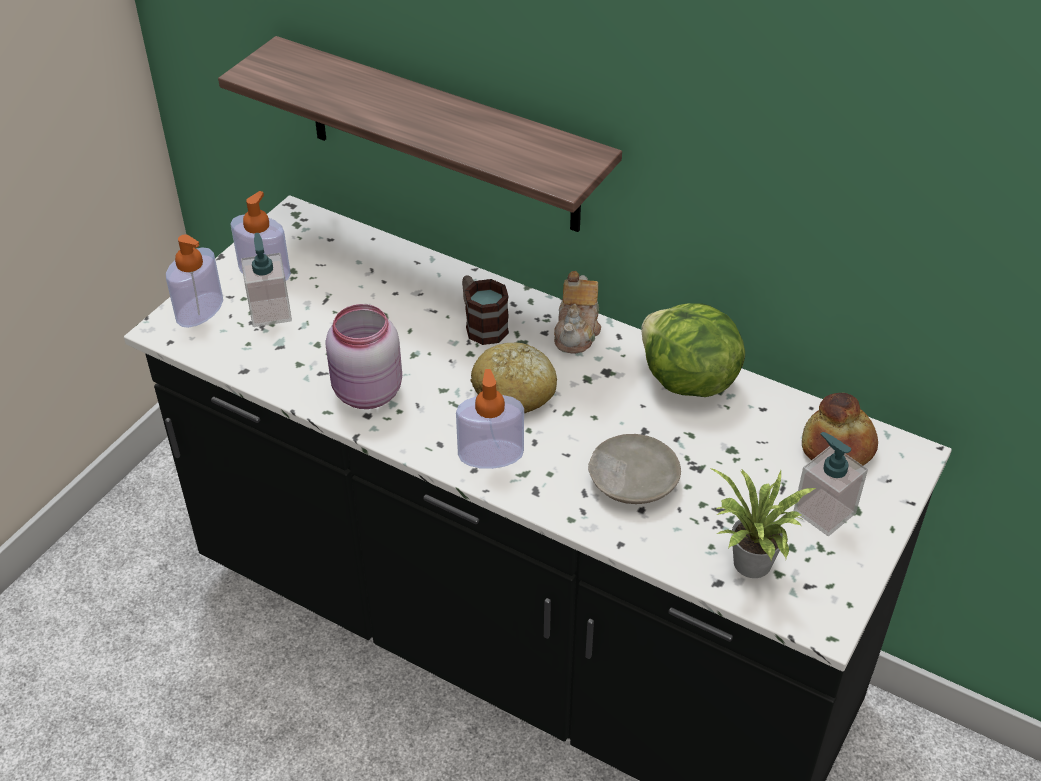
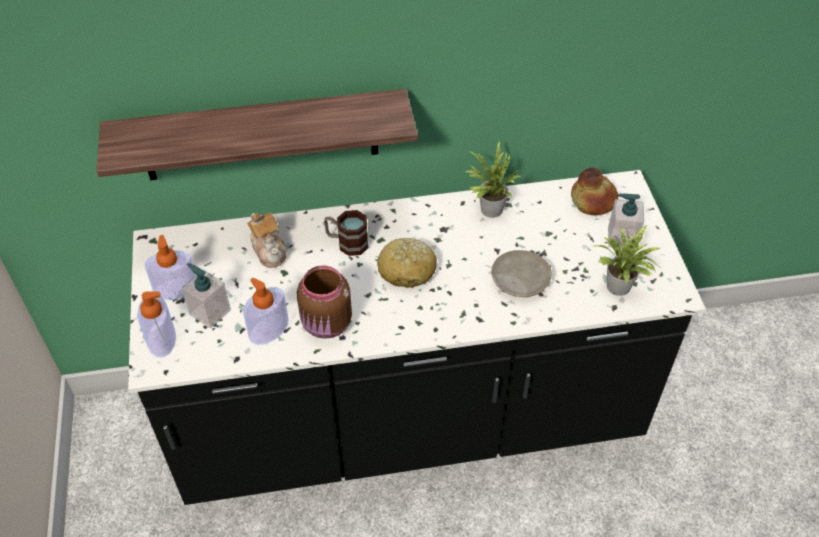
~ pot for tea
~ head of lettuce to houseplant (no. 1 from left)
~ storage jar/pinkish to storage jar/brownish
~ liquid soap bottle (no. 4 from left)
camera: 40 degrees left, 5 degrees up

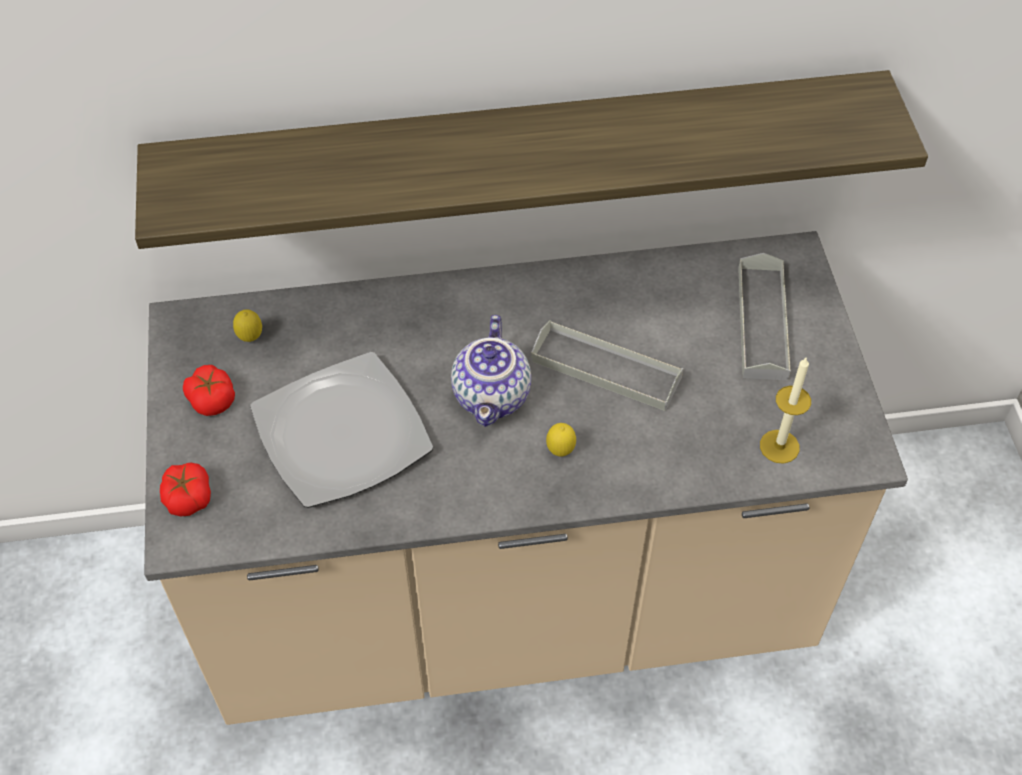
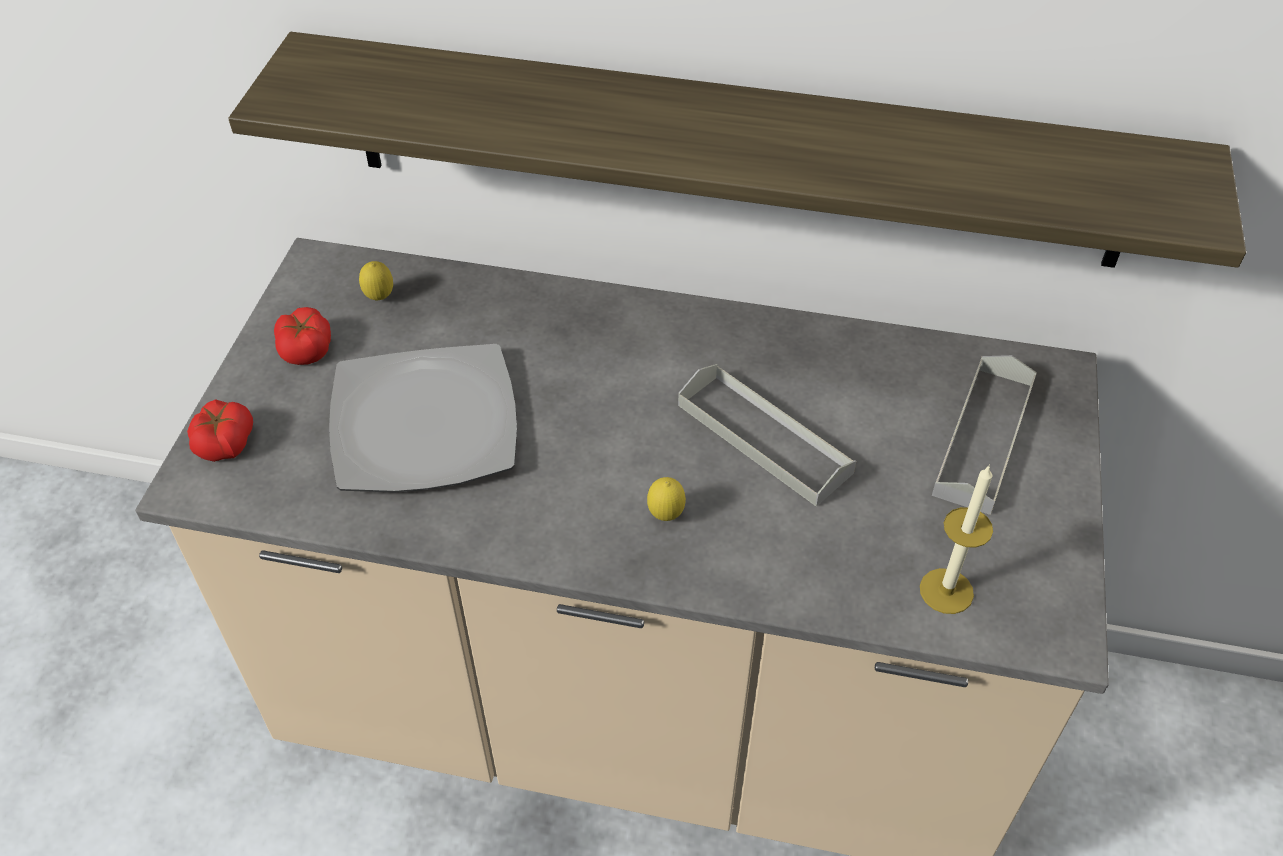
- pot for tea
camera: 20 degrees right, 5 degrees down

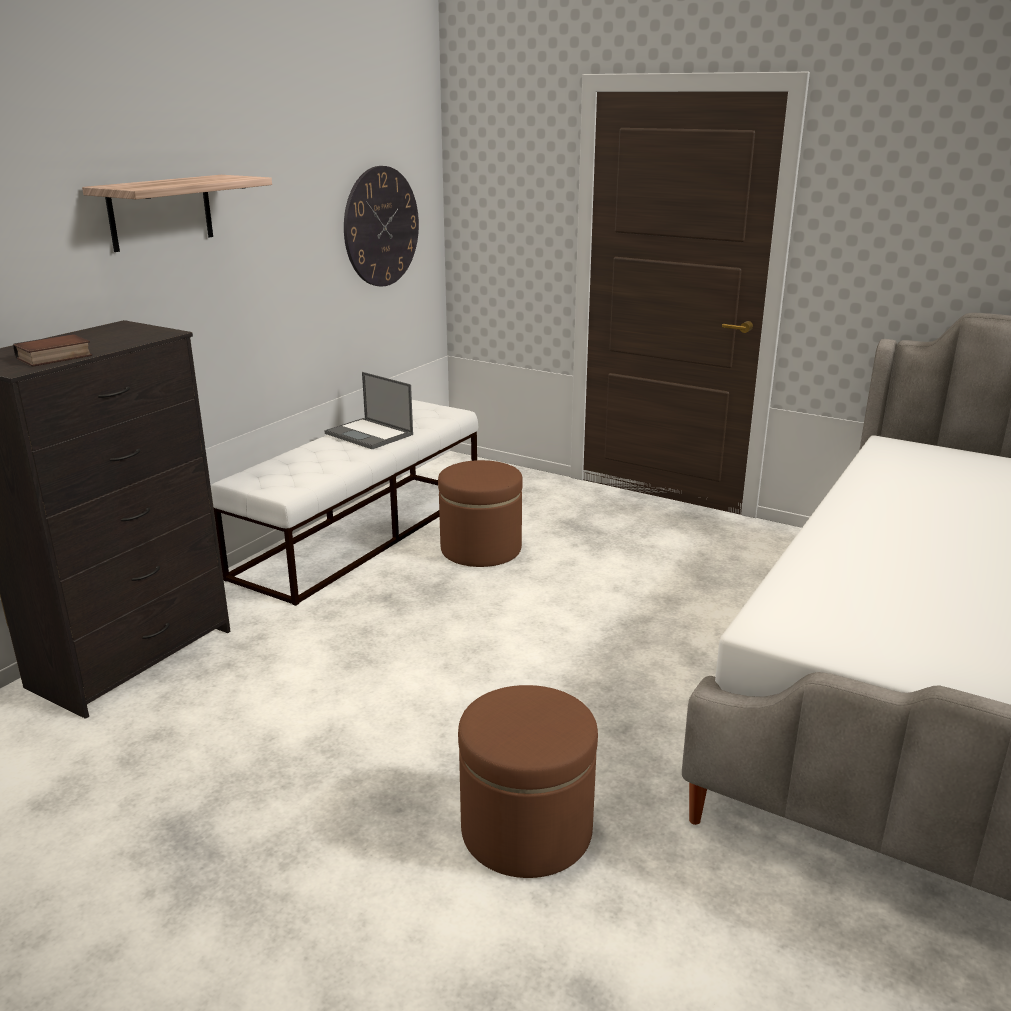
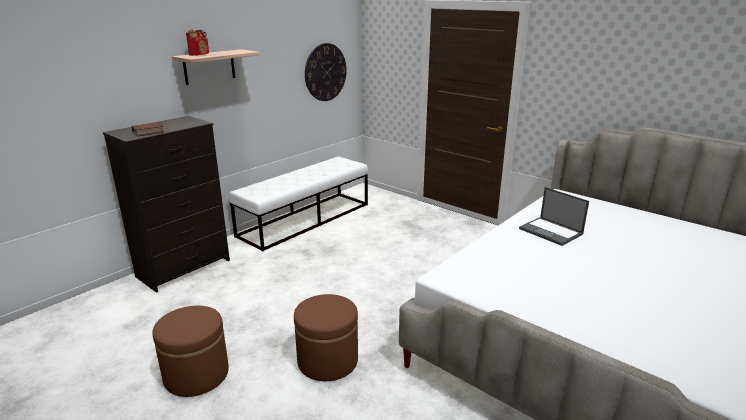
~ portable computer
~ pouffe/brownish (no. 1 from left)
+ radio receiver
camera: 10 degrees right, 0 degrees up

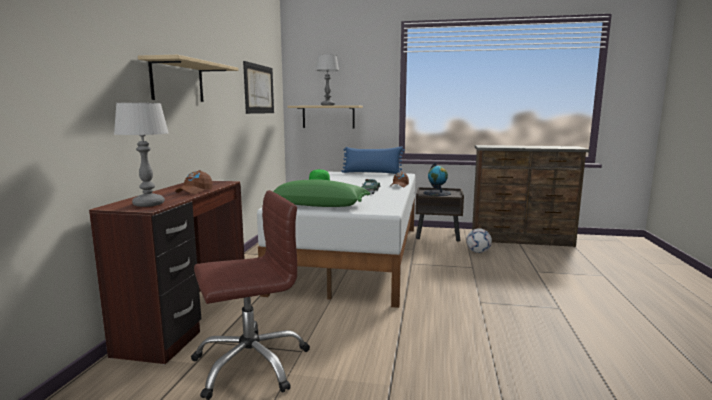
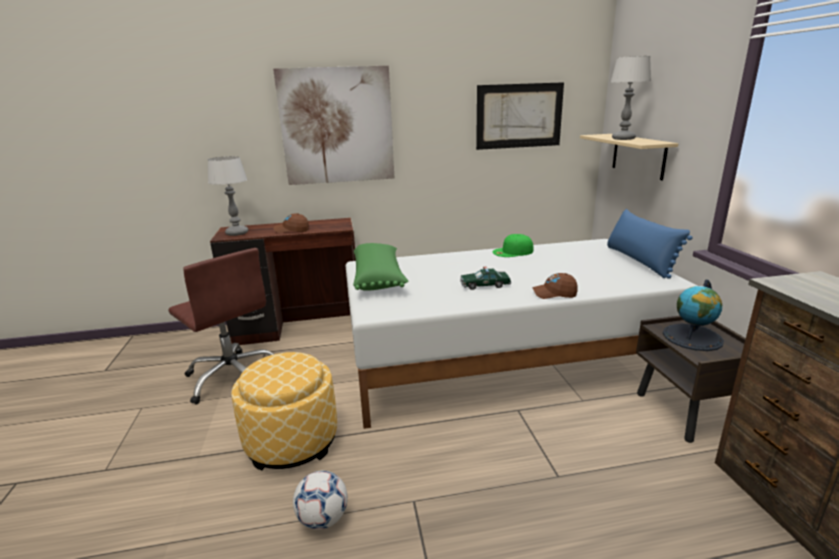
~ shelf/beige-coloured (no. 1 from left) to wall art (no. 1 from left)
~ football ball
+ pouffe
camera: 70 degrees right, 10 degrees up

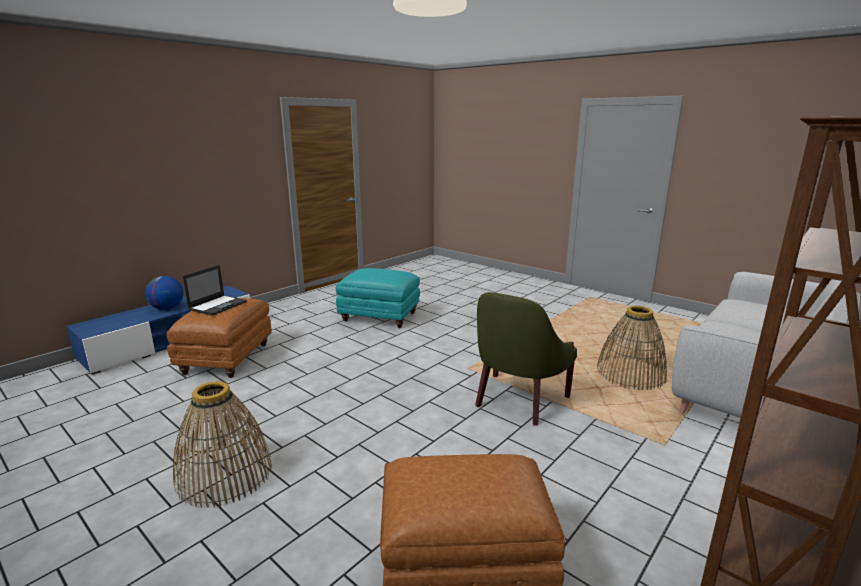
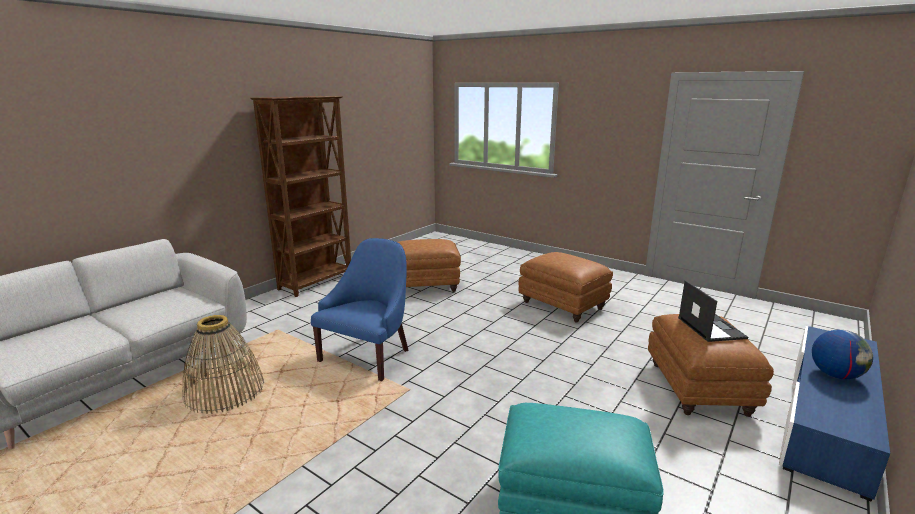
~ portable computer 150 degrees clockwise
~ lounge chair/green to lounge chair/blue
~ household basket (no. 1 from left) to pouffe/brownish (no. 2 from left)
camera: 175 degrees right, 0 degrees up

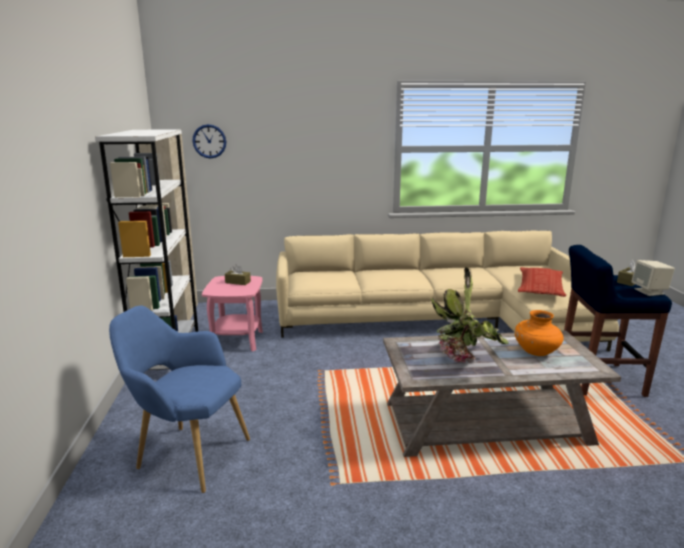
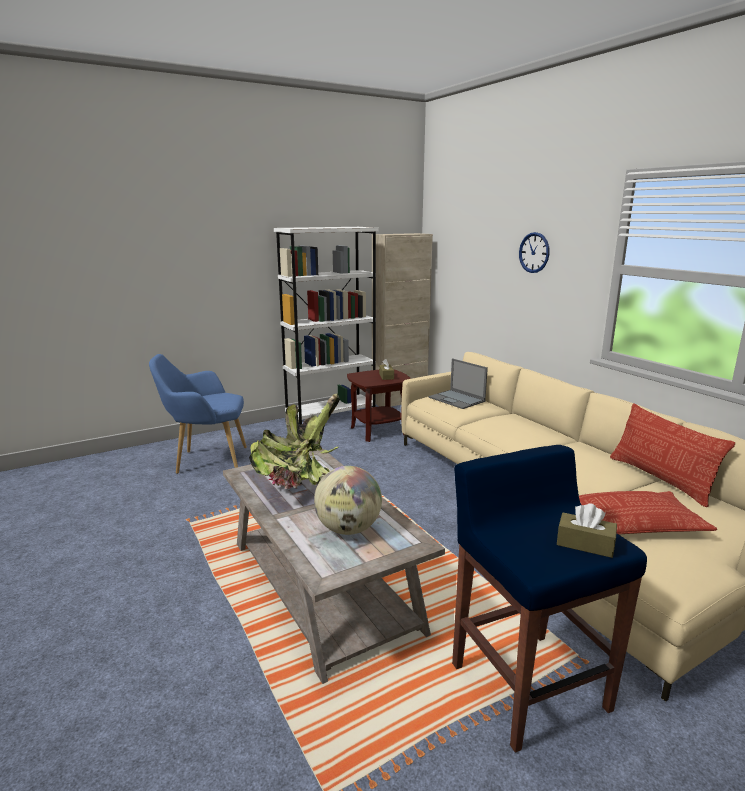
~ clock on the wall
- loudspeaker/beige-coloured
~ end table/pinkish to end table/brownish
~ lounge chair/blue 90 degrees counterclockwise
~ decorative vase/orangey to world globe
+ portable computer
+ throw pillow (no. 2 from left)
camera: 65 degrees right, 0 degrees up

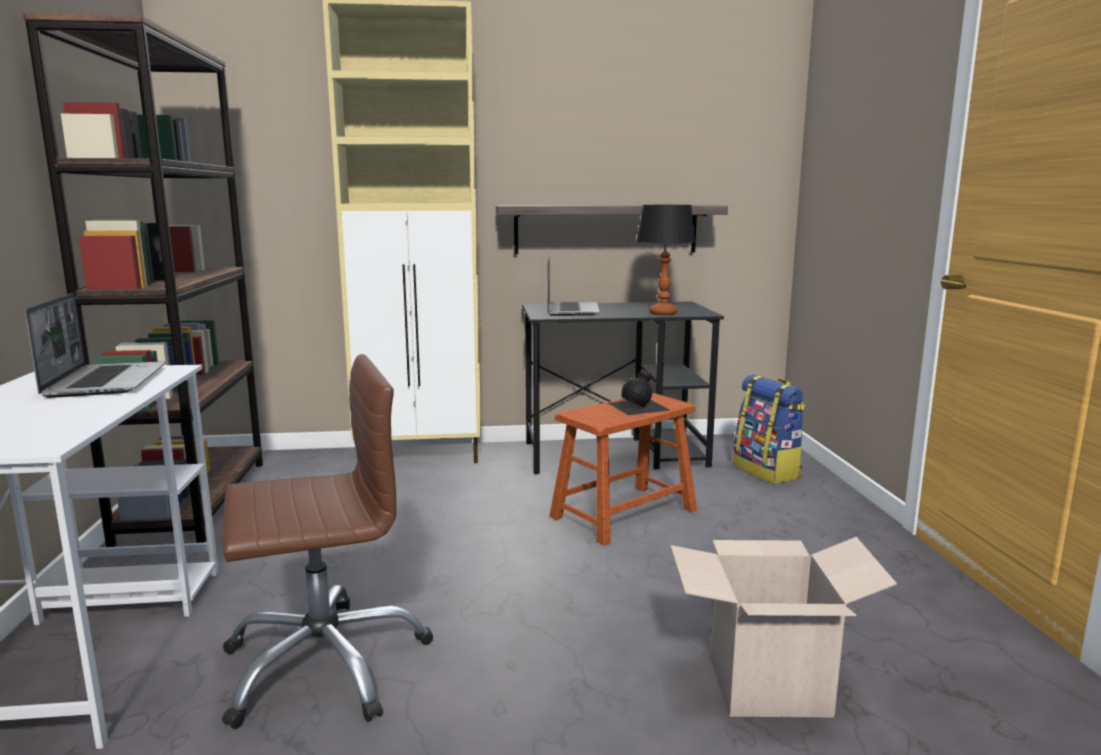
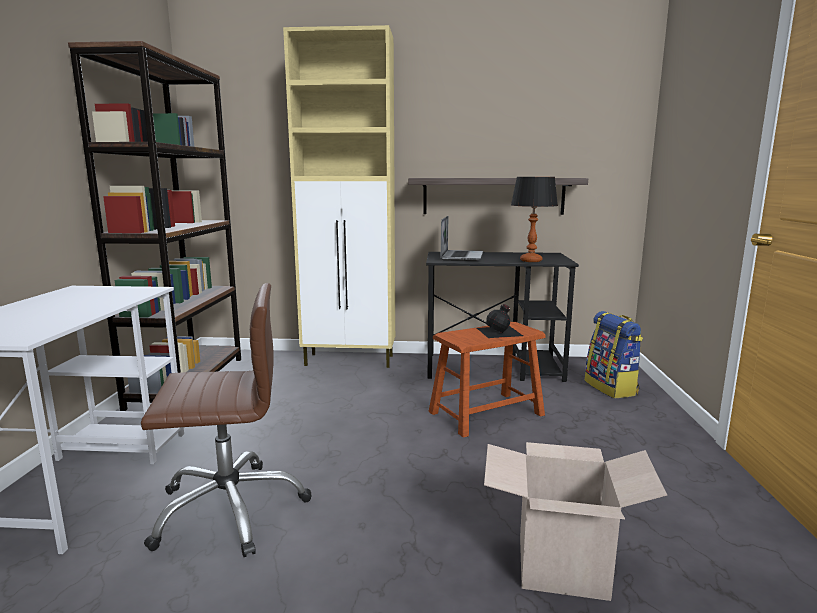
- portable computer (no. 1 from left)
camera: 10 degrees right, 0 degrees up

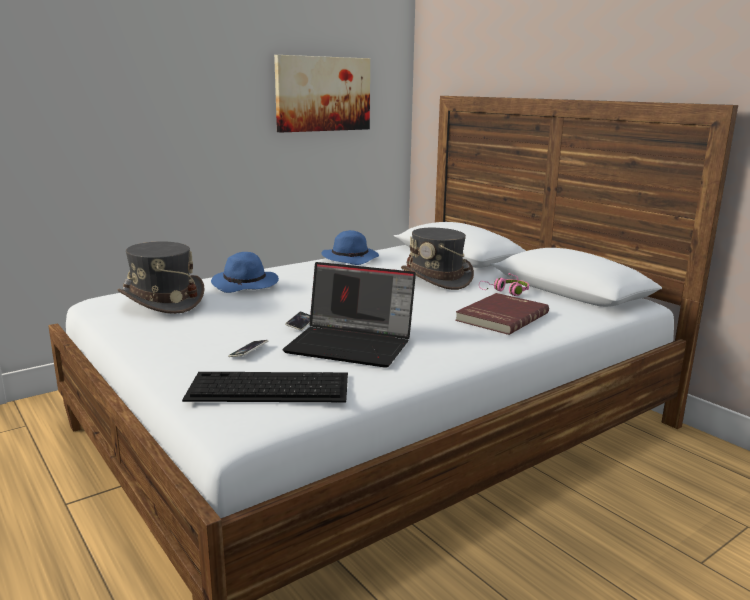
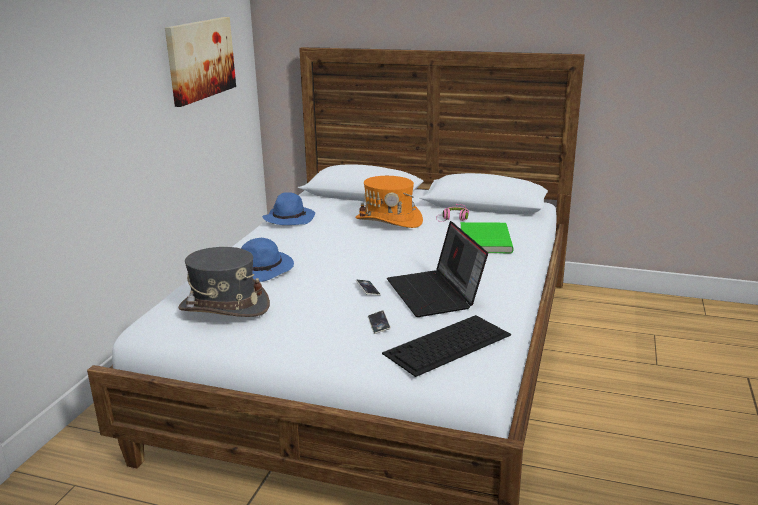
~ clothing hat/grey (no. 2 from left) to clothing hat/orangey
~ portable computer 90 degrees clockwise
~ volume/red to volume/green
camera: 35 degrees left, 5 degrees up

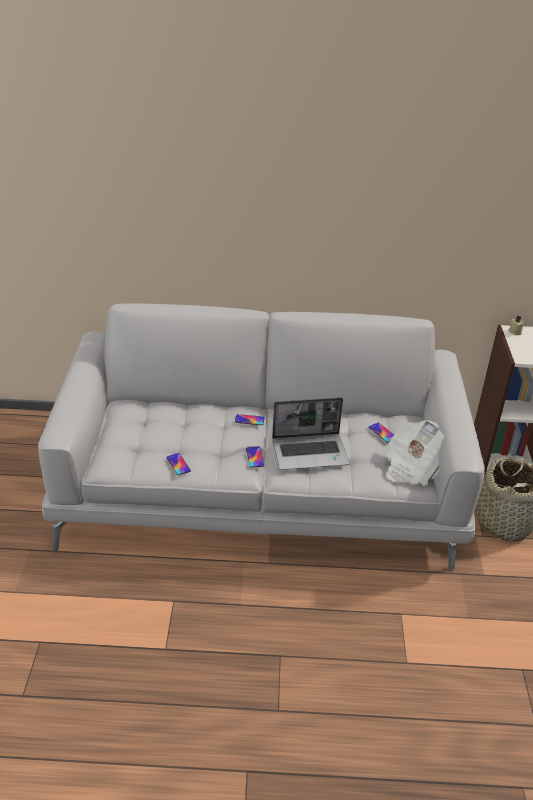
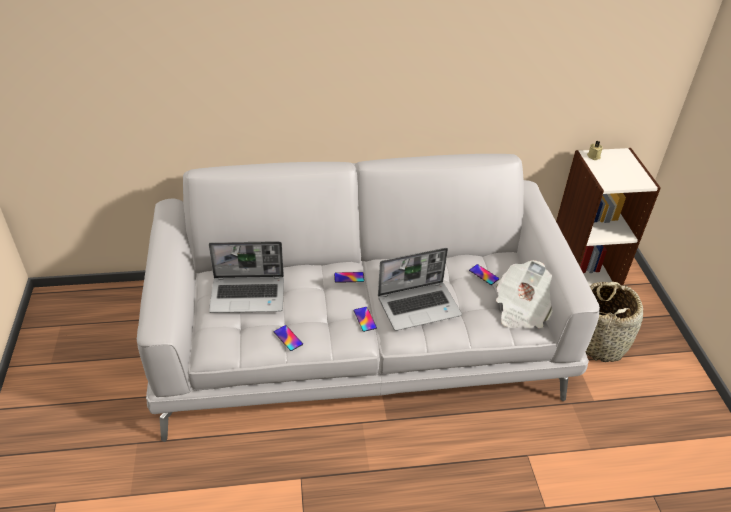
+ portable computer (no. 1 from left)
camera: 10 degrees left, 5 degrees up

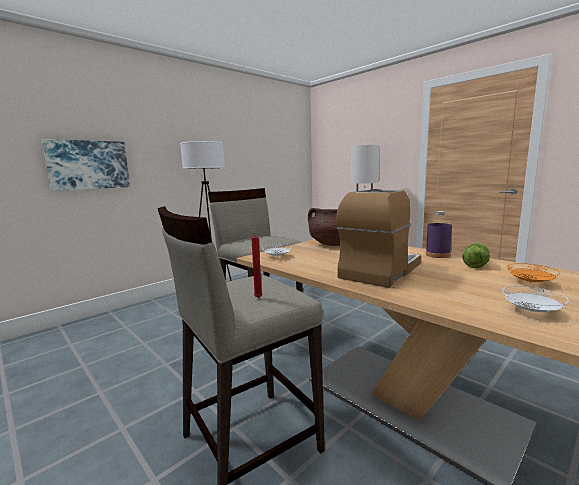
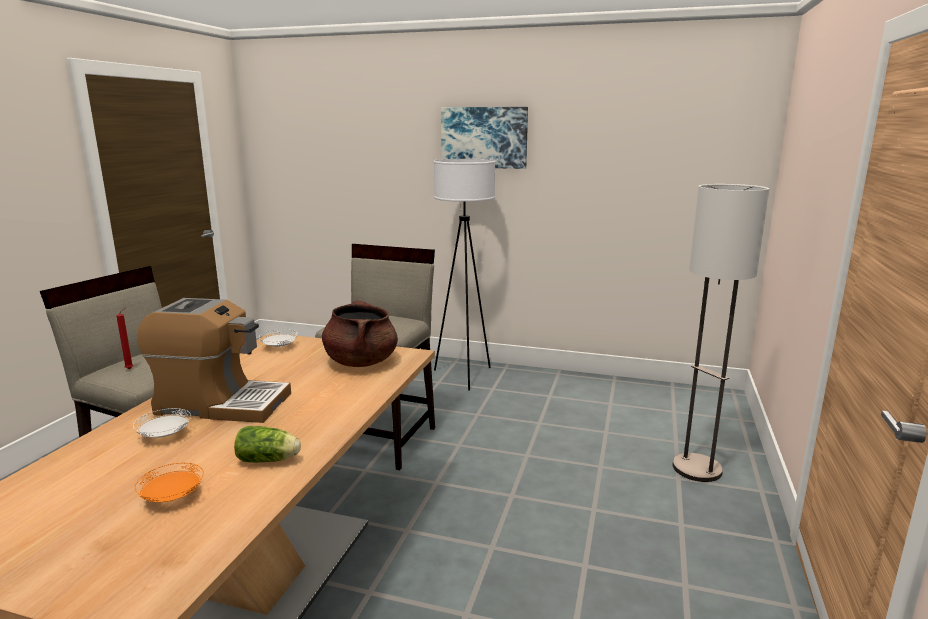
~ wall art
- bottle/purplish
~ dinner plate/white (no. 2 from left in the first image) to dinner plate/white (no. 1 from left)
camera: 60 degrees right, 5 degrees up

